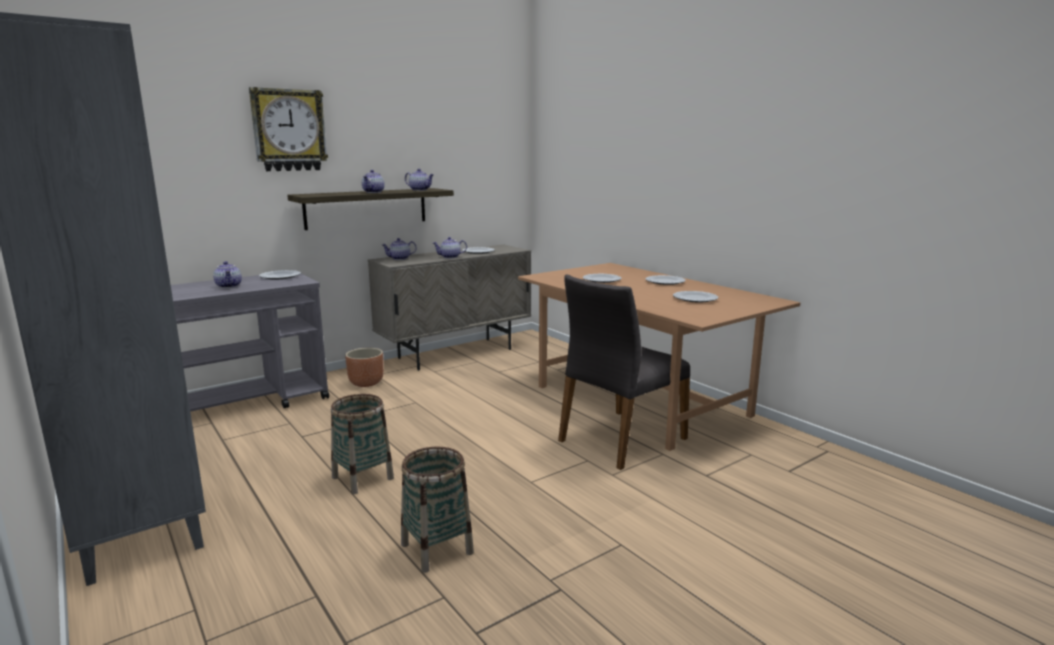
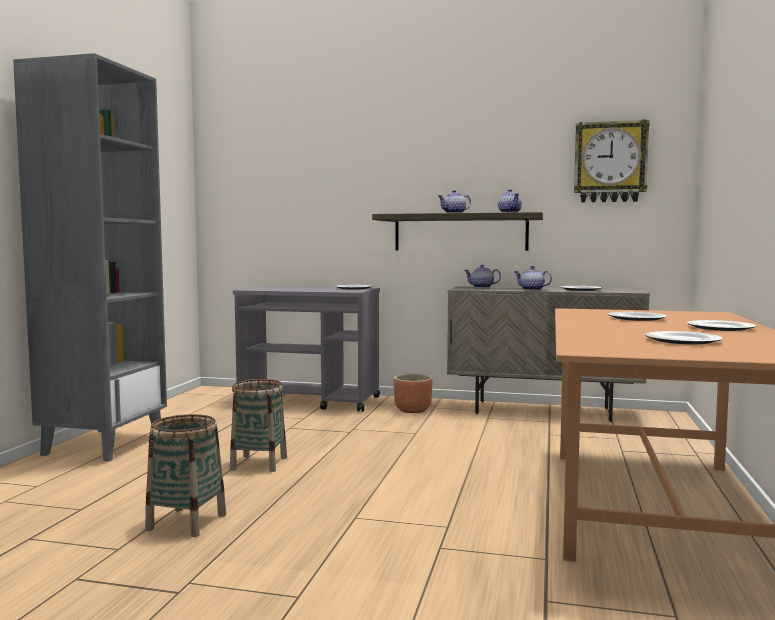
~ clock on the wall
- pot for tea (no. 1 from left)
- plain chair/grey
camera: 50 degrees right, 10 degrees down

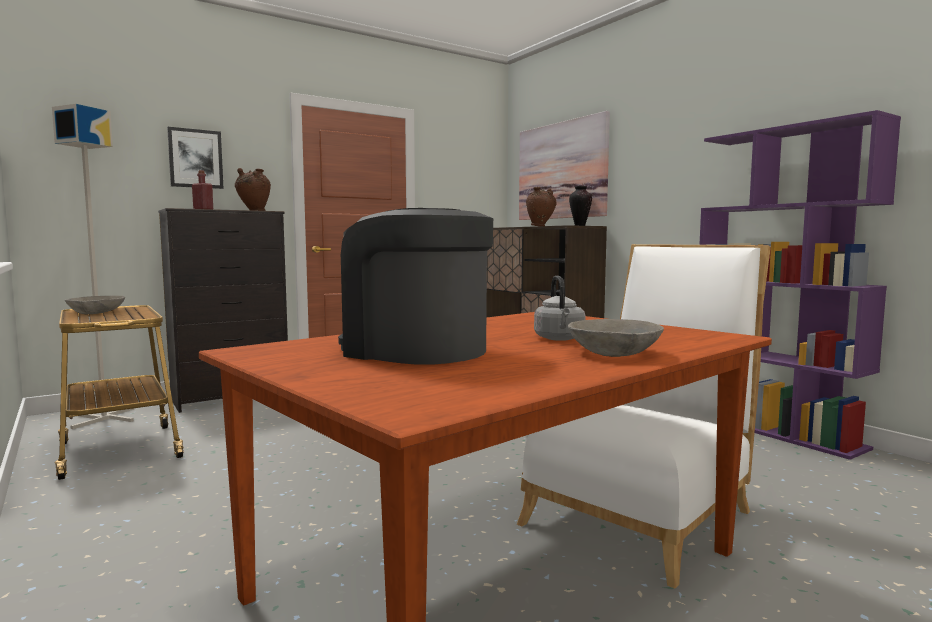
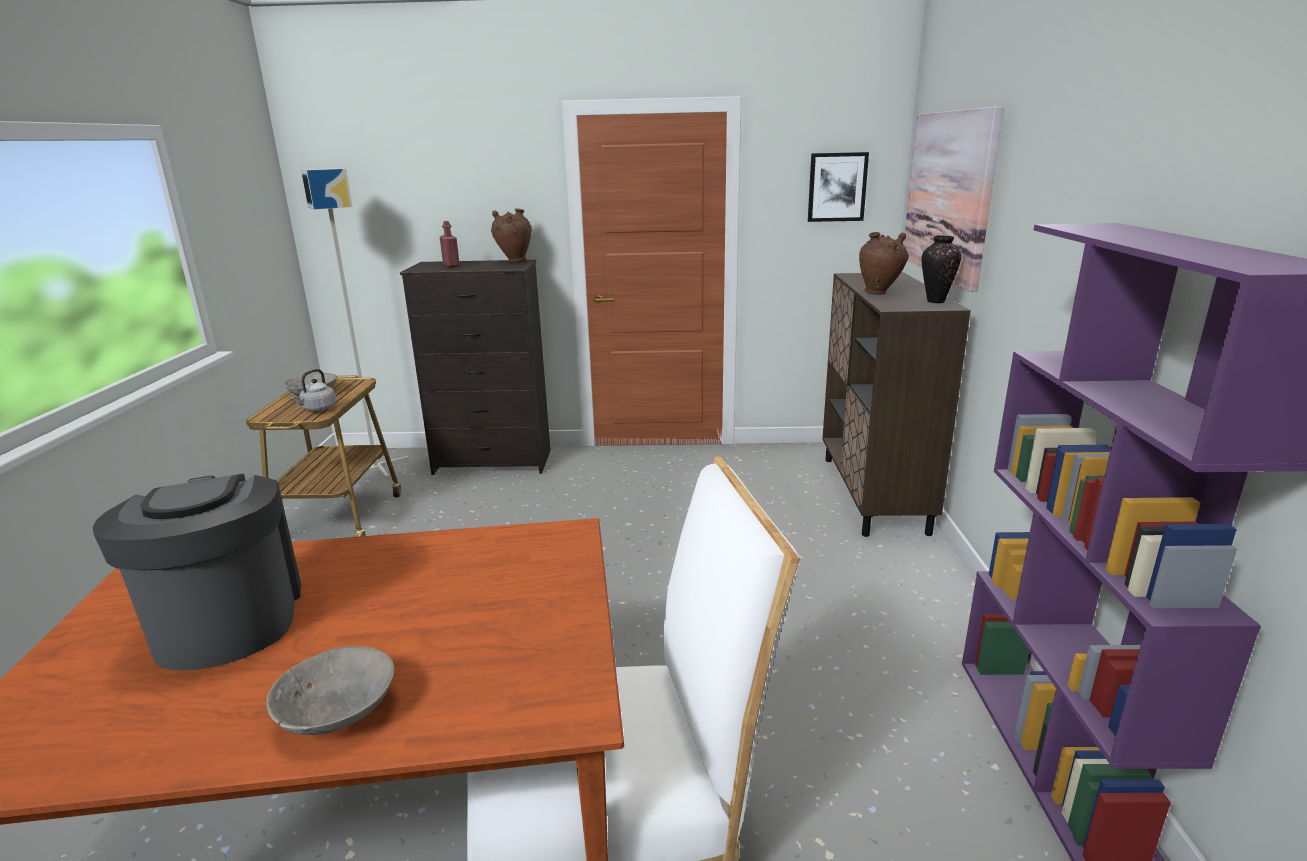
~ wall art (no. 1 from left)
~ kettle/grey
camera: 35 degrees right, 15 degrees up

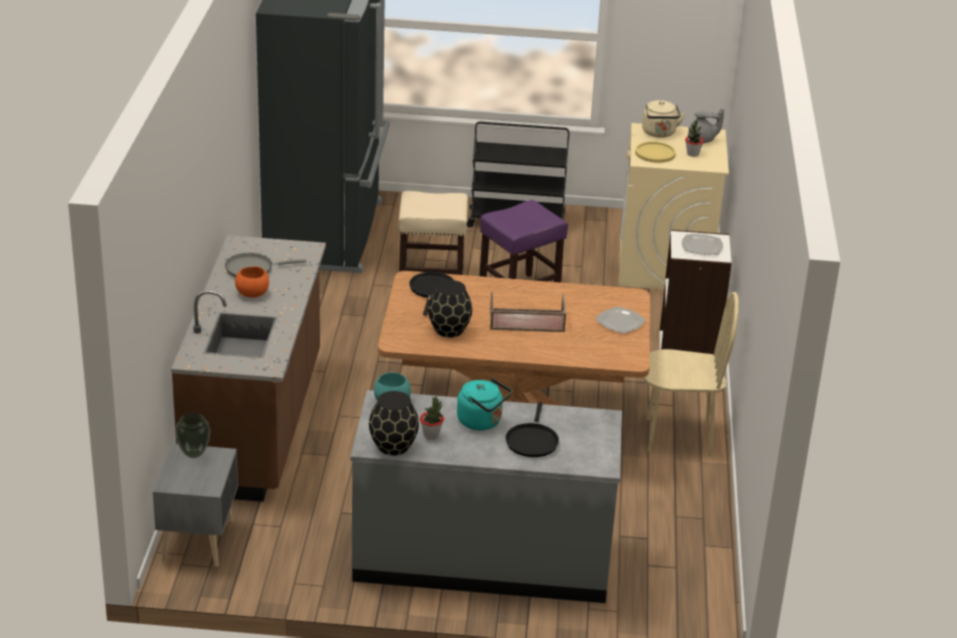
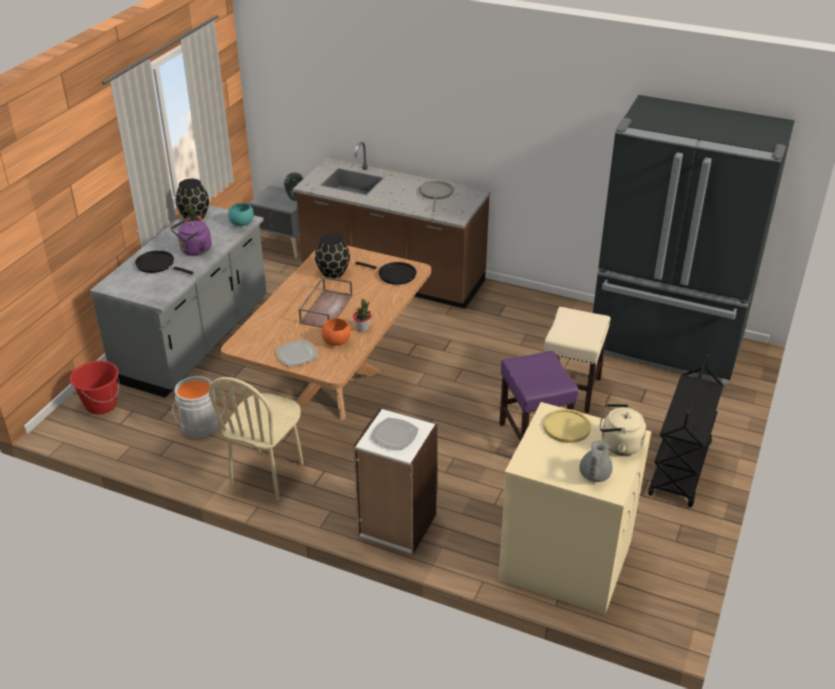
~ houseplant (no. 2 from left)
~ serving bowl/orangey
~ kettle/blue-green to kettle/purplish
+ bucket/red
+ bucket/grey
camera: 110 degrees right, 5 degrees up

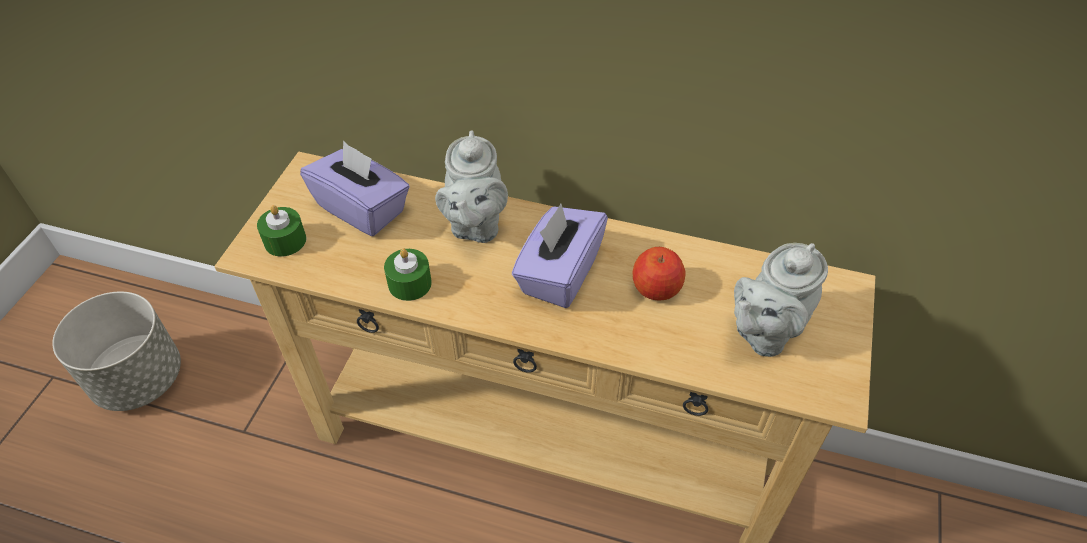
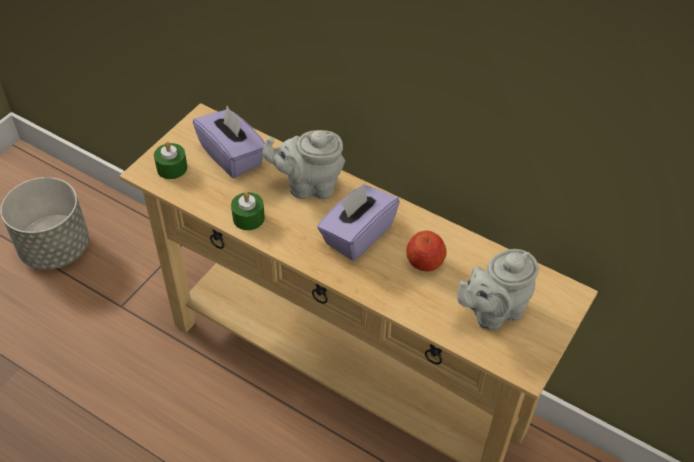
~ pot for tea/grey (no. 1 from left) 75 degrees clockwise
camera: 15 degrees right, 0 degrees up

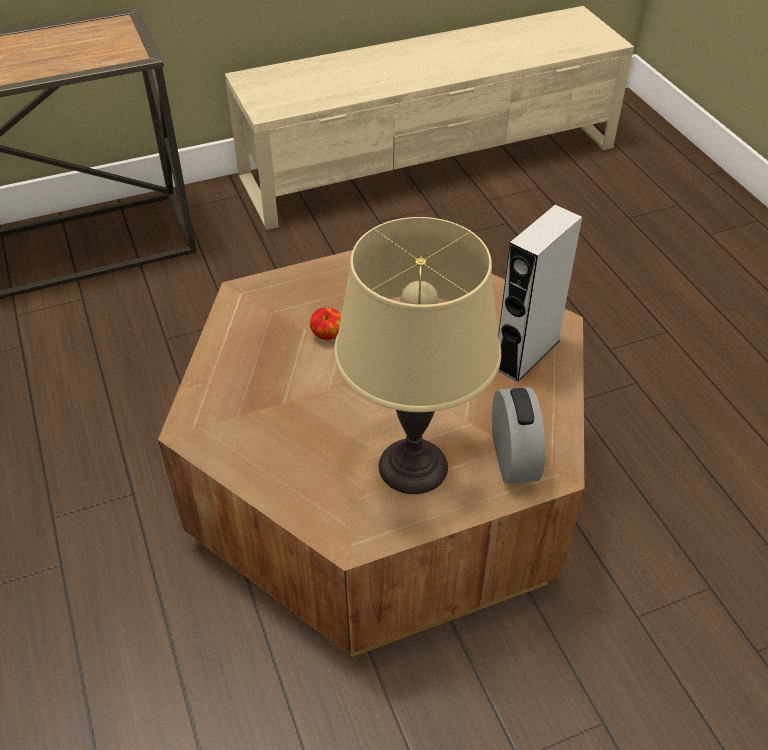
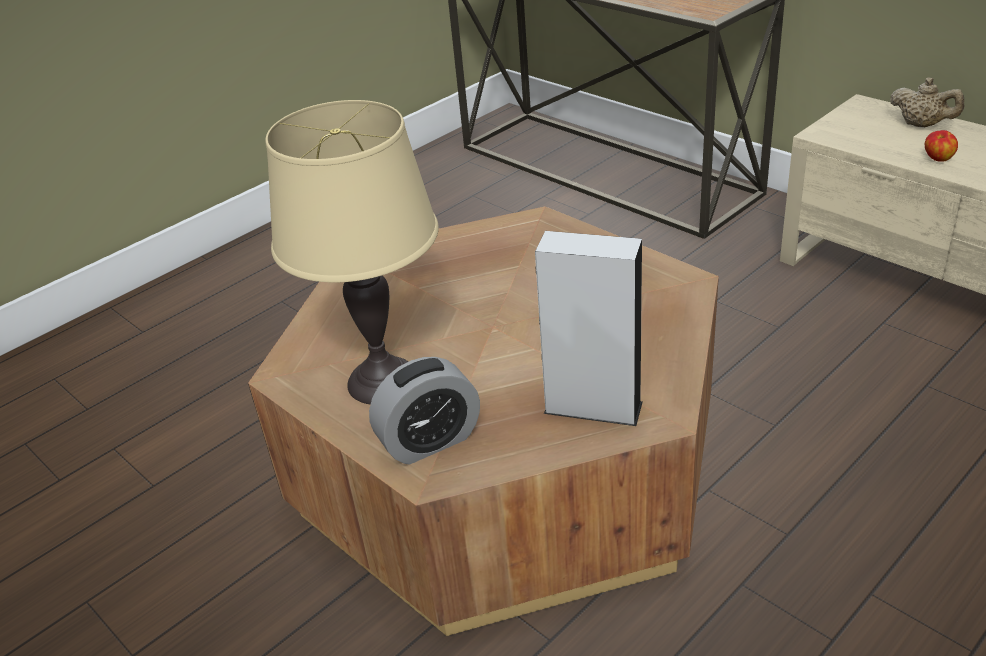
~ apple fruit
+ pot for tea/beige-coloured
camera: 70 degrees right, 10 degrees down

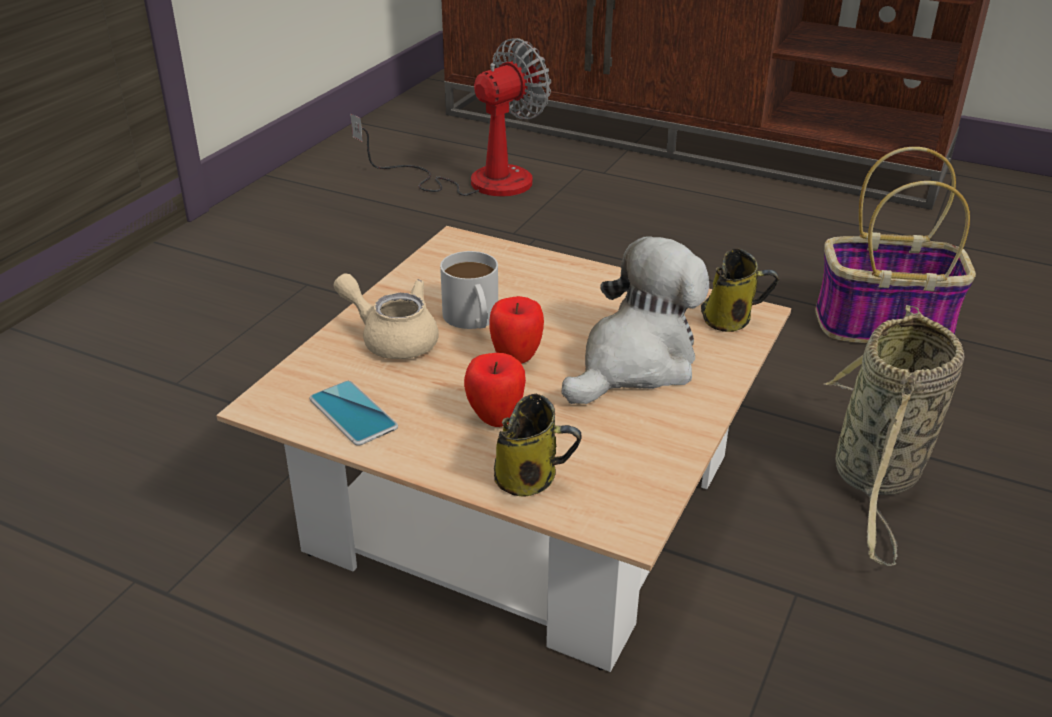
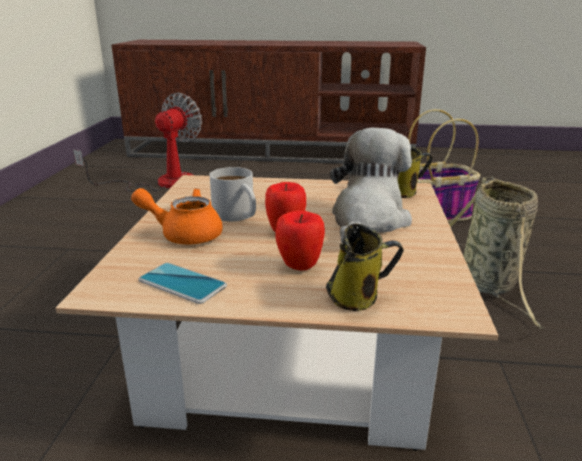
~ pot for tea/beige-coloured to pot for tea/orangey
camera: 20 degrees left, 10 degrees down

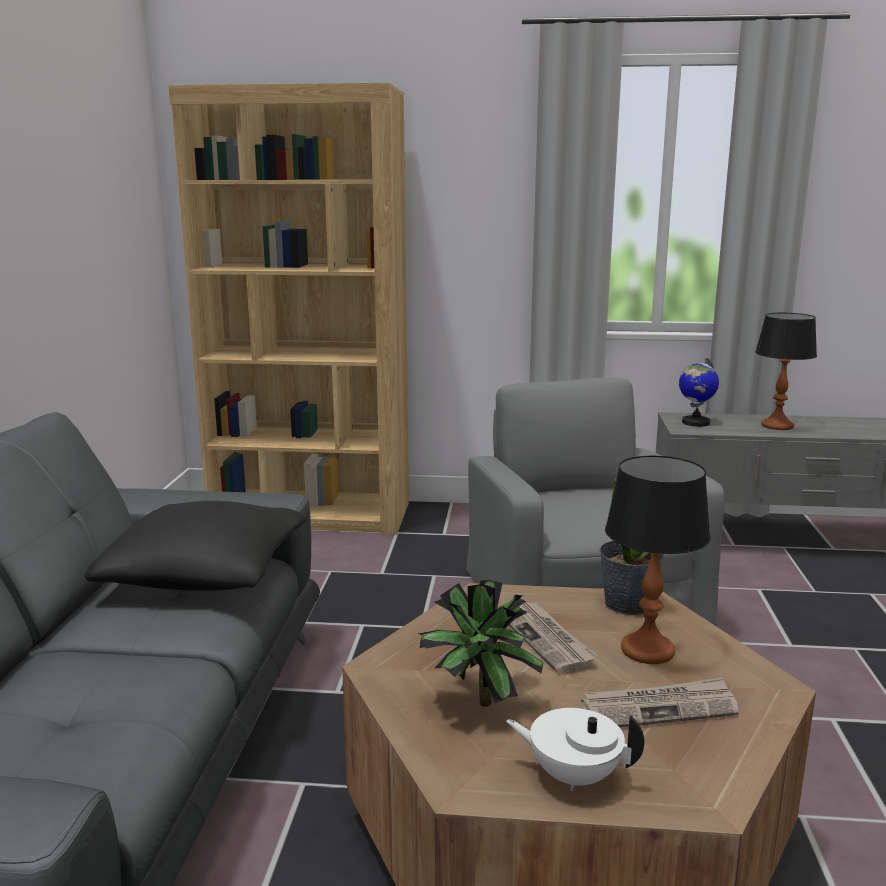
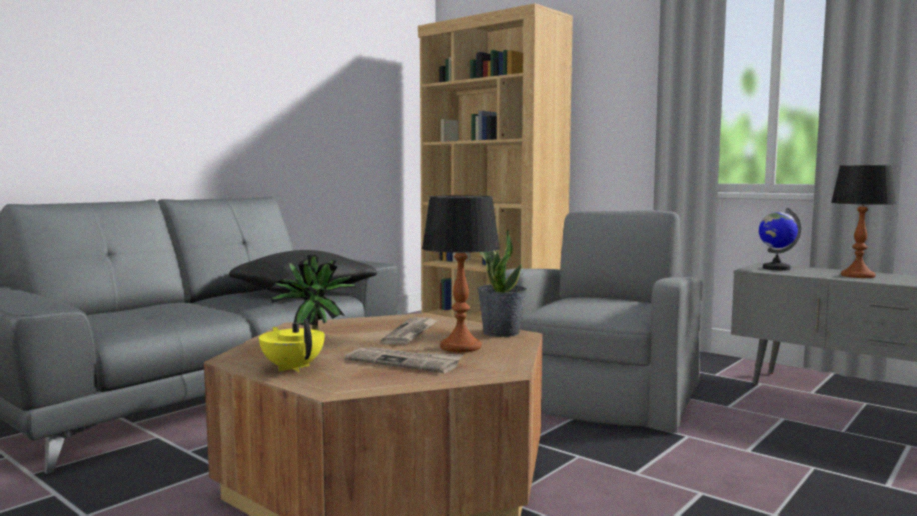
~ pot for tea/white to pot for tea/yellowish
camera: 35 degrees right, 10 degrees down

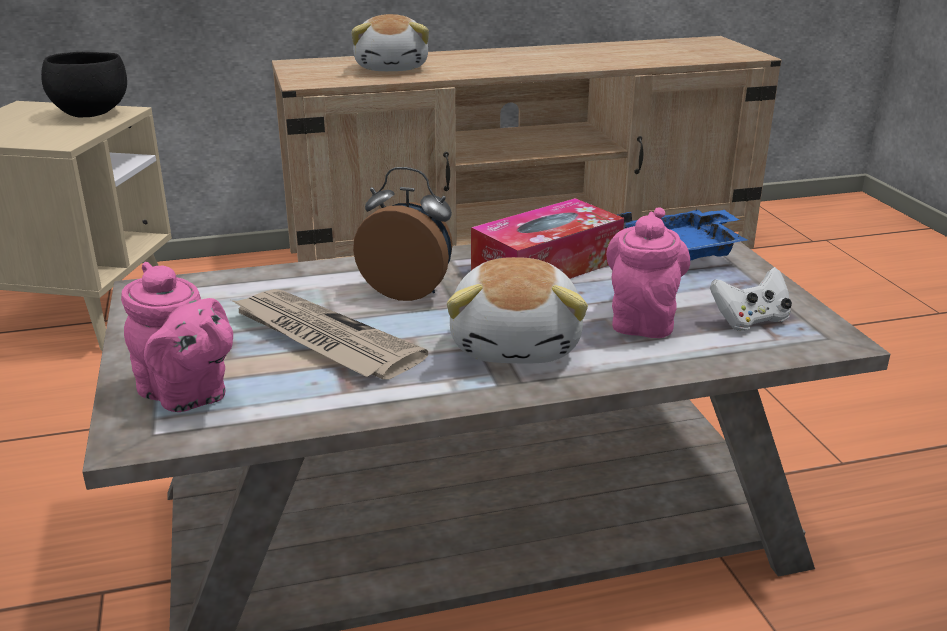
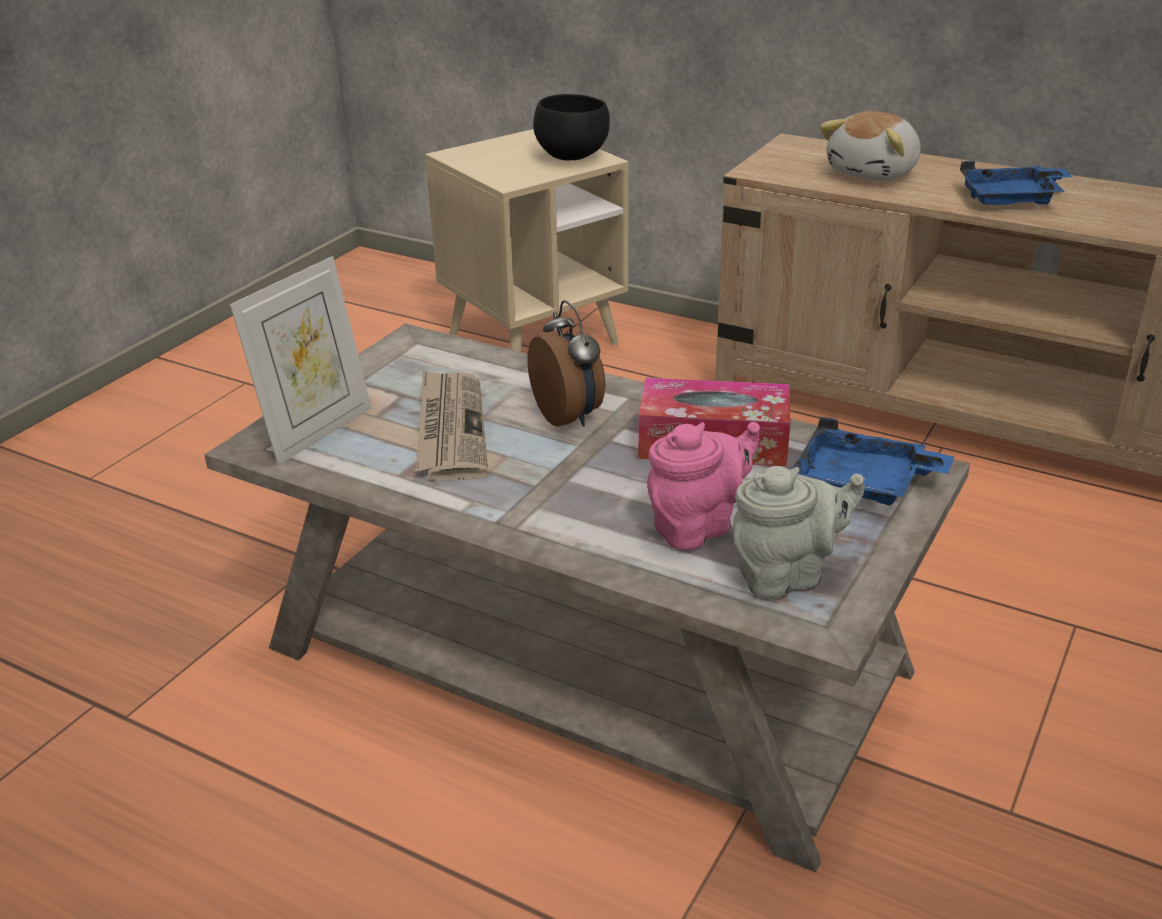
- soft toy (no. 2 from left)
~ pot for tea/pinkish (no. 1 from left) to standing frame
~ gamepad/white to pot for tea/grey
+ carrying tray/blue (no. 2 from left)
camera: 45 degrees right, 5 degrees up

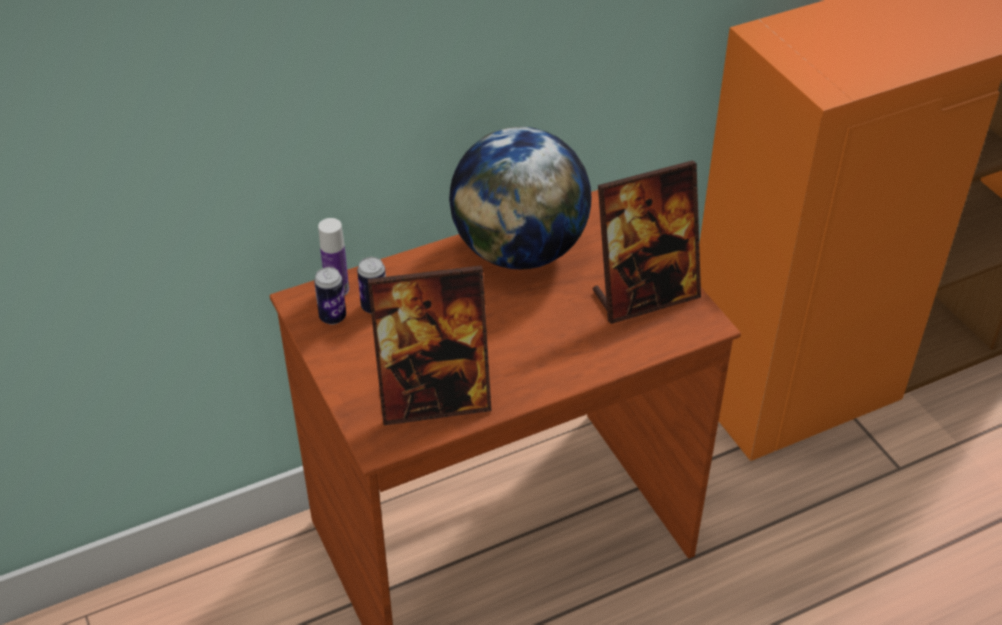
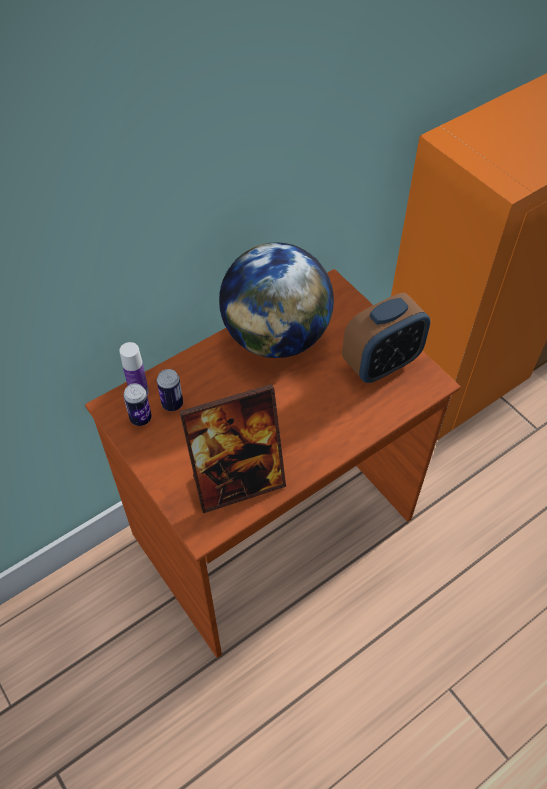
~ standing frame (no. 2 from left) to bedside clock
camera: 10 degrees left, 10 degrees up

